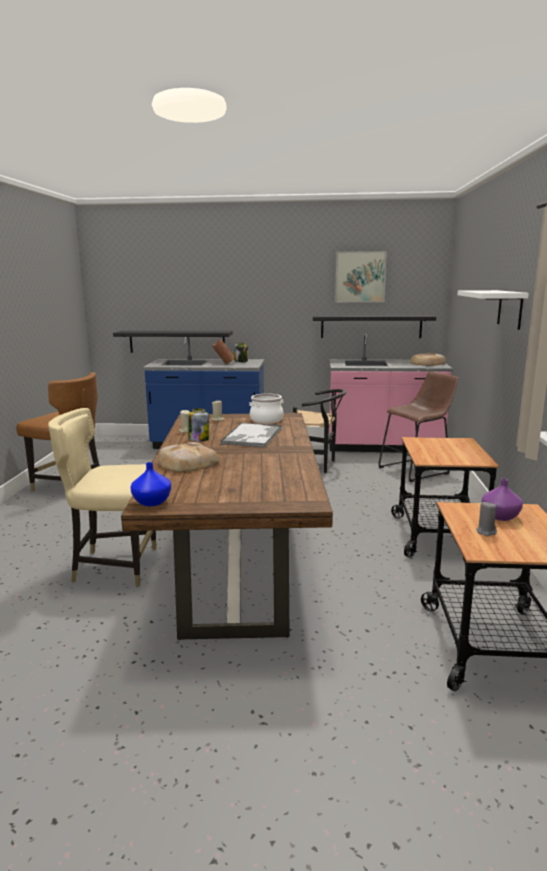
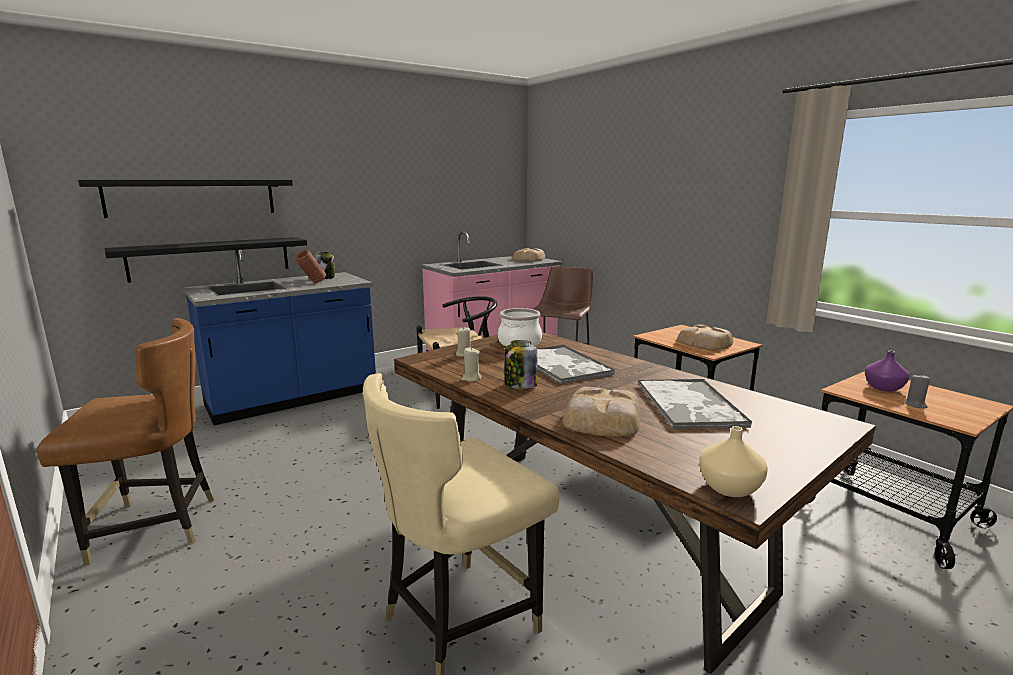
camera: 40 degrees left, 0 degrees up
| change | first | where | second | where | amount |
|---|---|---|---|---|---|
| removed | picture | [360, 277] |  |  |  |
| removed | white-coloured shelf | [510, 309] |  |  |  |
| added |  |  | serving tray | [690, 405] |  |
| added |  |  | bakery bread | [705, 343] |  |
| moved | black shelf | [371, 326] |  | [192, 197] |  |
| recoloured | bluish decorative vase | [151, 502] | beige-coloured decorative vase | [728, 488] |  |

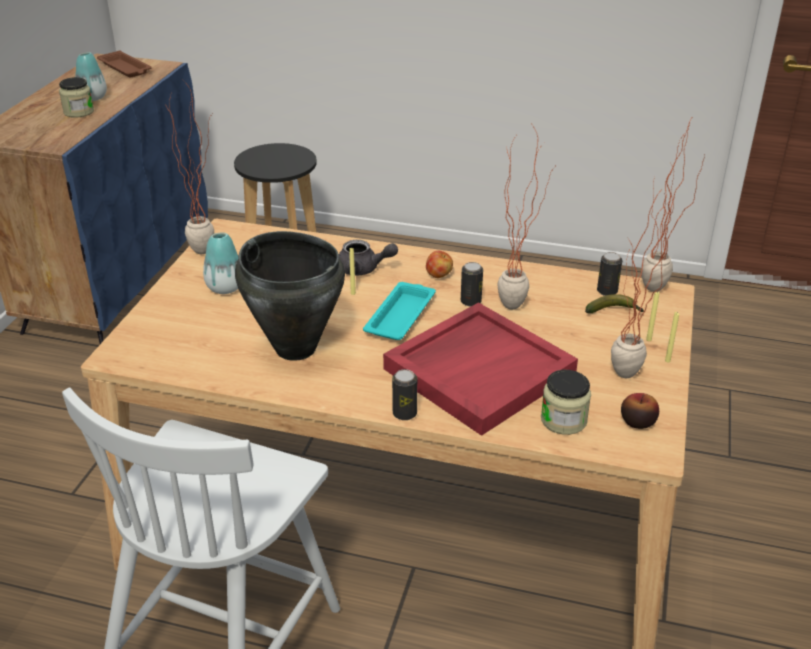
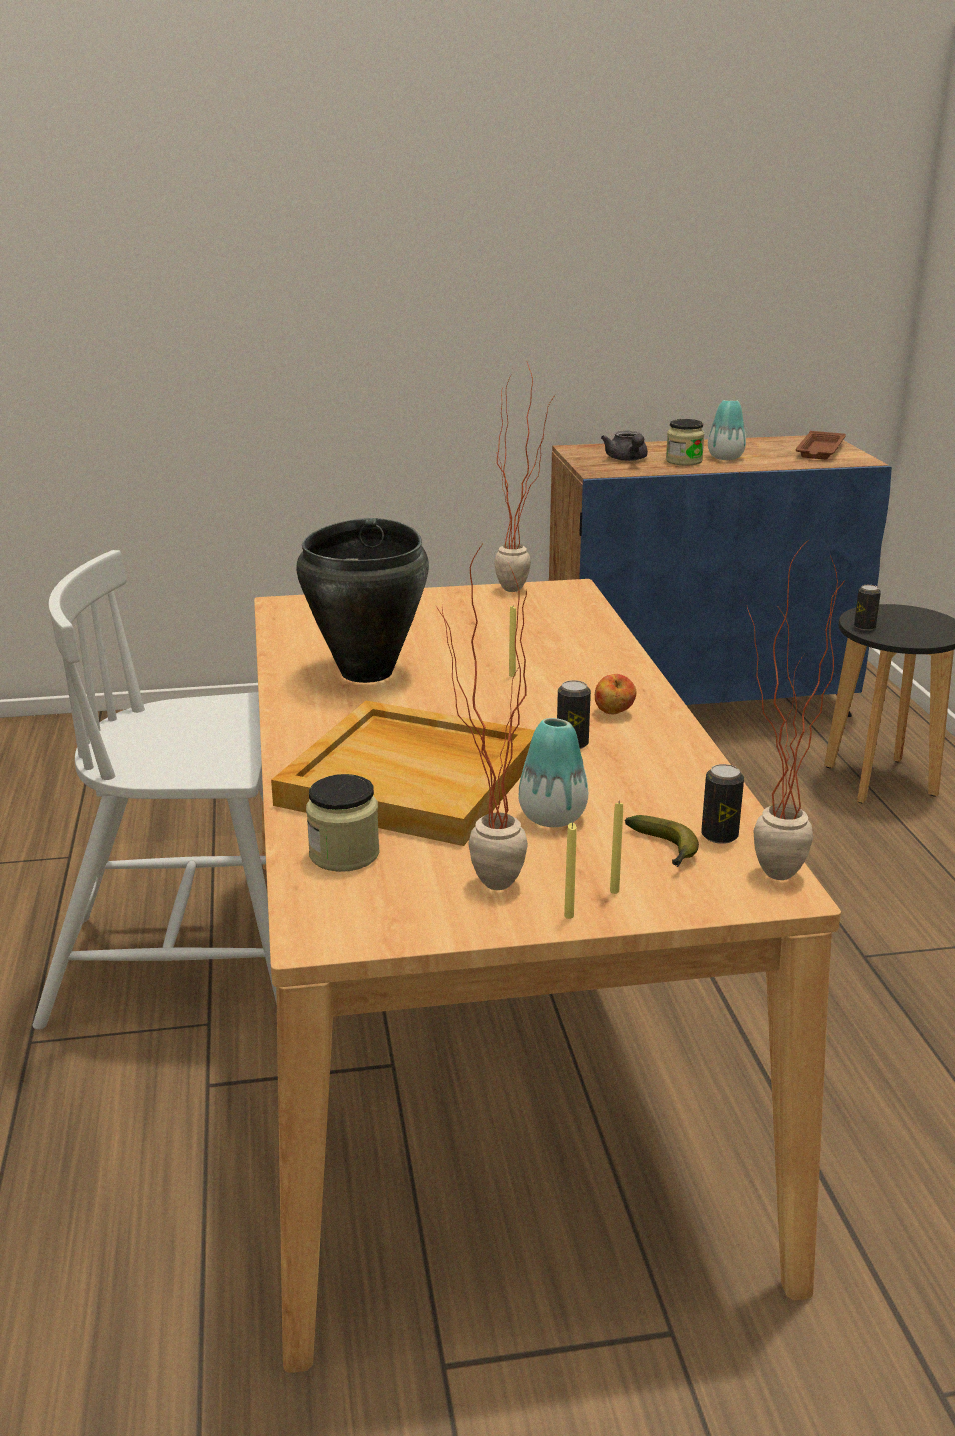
camera: 65 degrees right, 10 degrees down
| change | first | where | second | where | amount |
|---|---|---|---|---|---|
| removed | turquoise-coloured serving tray | [401, 315] |  |  |  |
| removed | houseplant | [520, 303] |  |  |  |
| removed | apple | [637, 422] |  |  |  |
| moved | decorative vase | [225, 288] |  | [552, 817] |  |
| moved | gray pot for tea | [363, 269] |  | [627, 459] |  |
| moved | metal can | [404, 413] |  | [864, 627] |  |
| recoloured | red serving tray | [479, 370] | beige-coloured serving tray | [413, 779] |  |

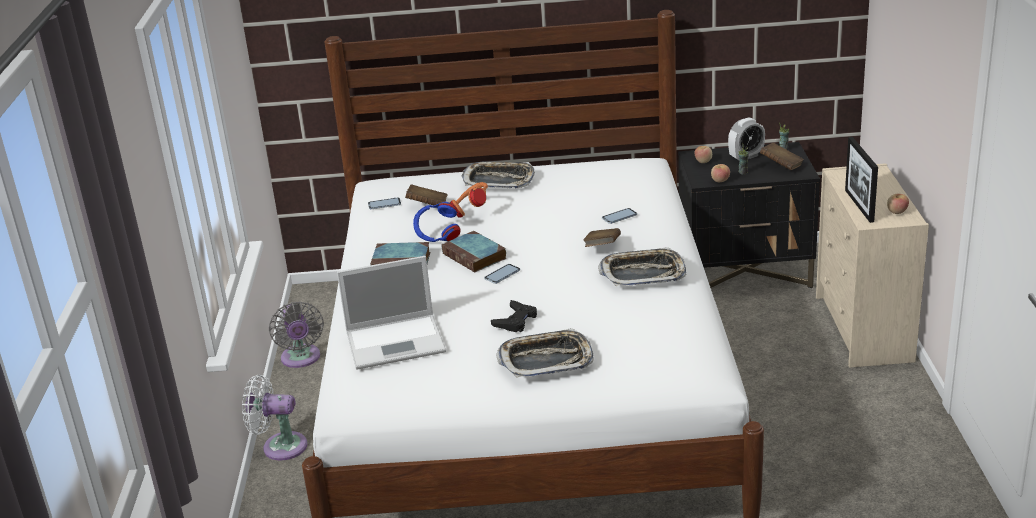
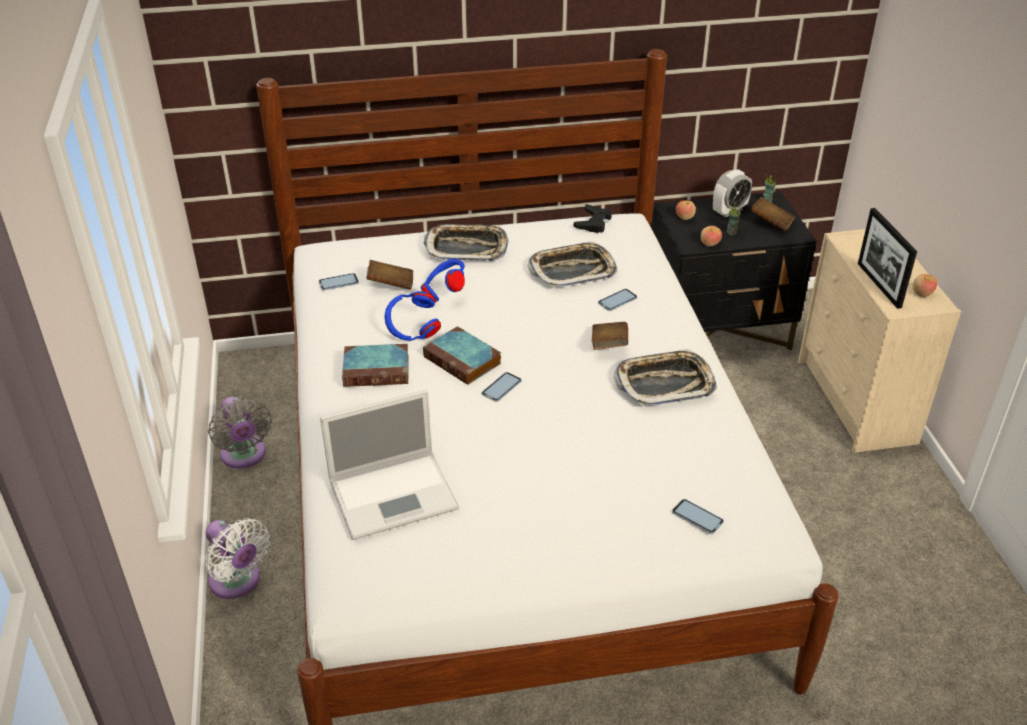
camera: 10 degrees left, 10 degrees up
| change | first | where | second | where | amount |
|---|---|---|---|---|---|
| added |  |  | telephone | [697, 517] |  |
| moved | black game controller | [516, 321] |  | [593, 223] |  |
| moved | serving tray | [546, 360] |  | [572, 270] |  |
| recoloured | orange headset | [471, 211] | bluish headset | [444, 293] |  |
| turned | white-coloured electric fan | [280, 446] |  | [238, 582] | 135 degrees counterclockwise |

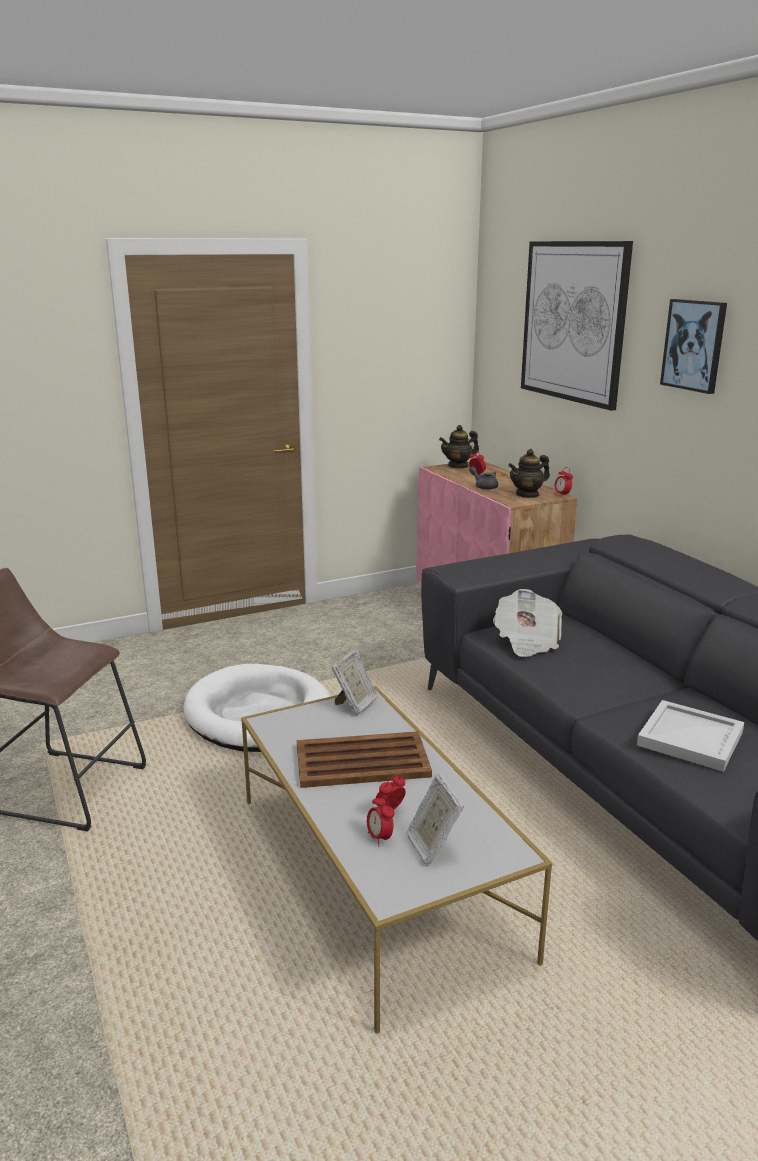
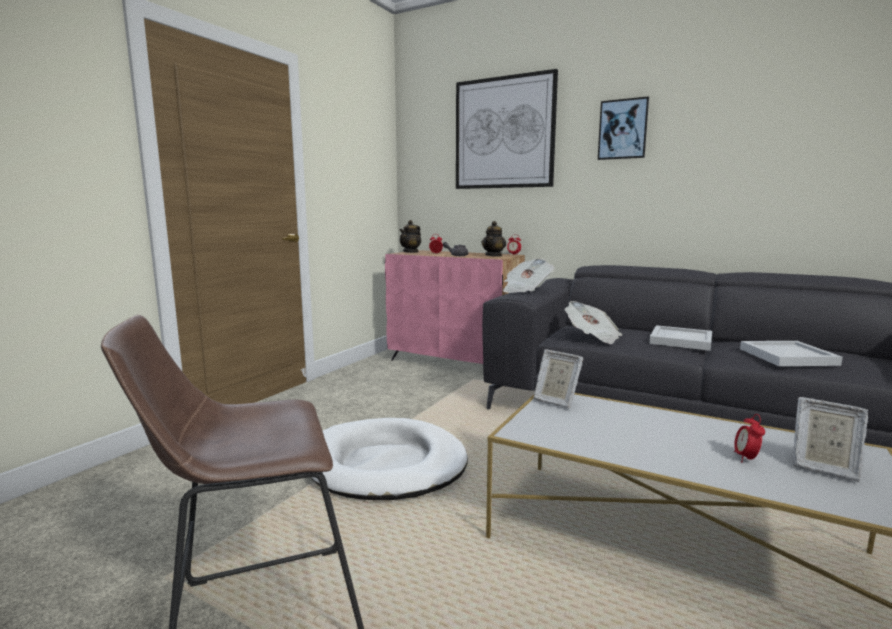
camera: 35 degrees left, 10 degrees down
| change | first | where | second | where | amount |
|---|---|---|---|---|---|
| removed | brown serving tray | [360, 761] |  |  |  |
| removed | table clock | [380, 838] |  |  |  |
| added |  |  | daily paper | [526, 290] |  |
| added |  |  | white-coloured serving tray | [682, 340] |  |
| turned | picture frame | [355, 704] |  | [555, 401] | 135 degrees clockwise |

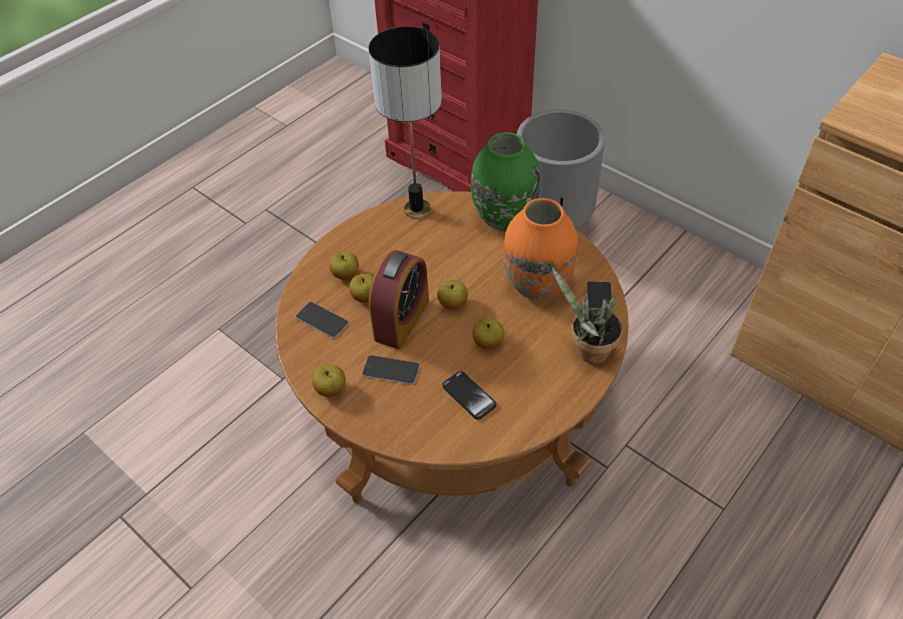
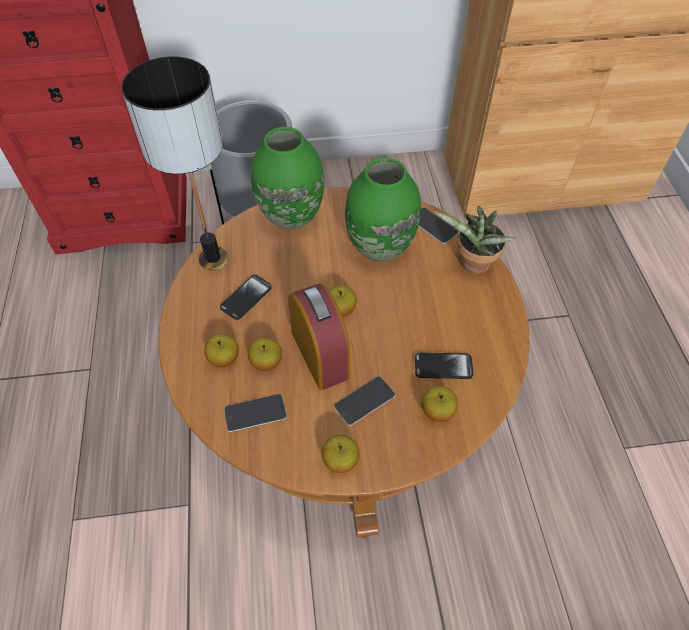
camera: 50 degrees left, 5 degrees up
| change | first | where | second | where | amount |
|---|---|---|---|---|---|
| added |  |  | telephone | [246, 298] |  |
| moved | apple | [488, 342] |  | [437, 411] |  |
| recoloured | orange decorative vase | [536, 285] | greenish decorative vase | [379, 247] |  |

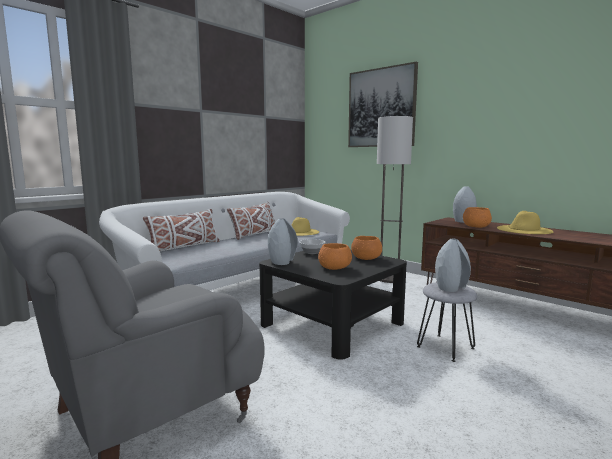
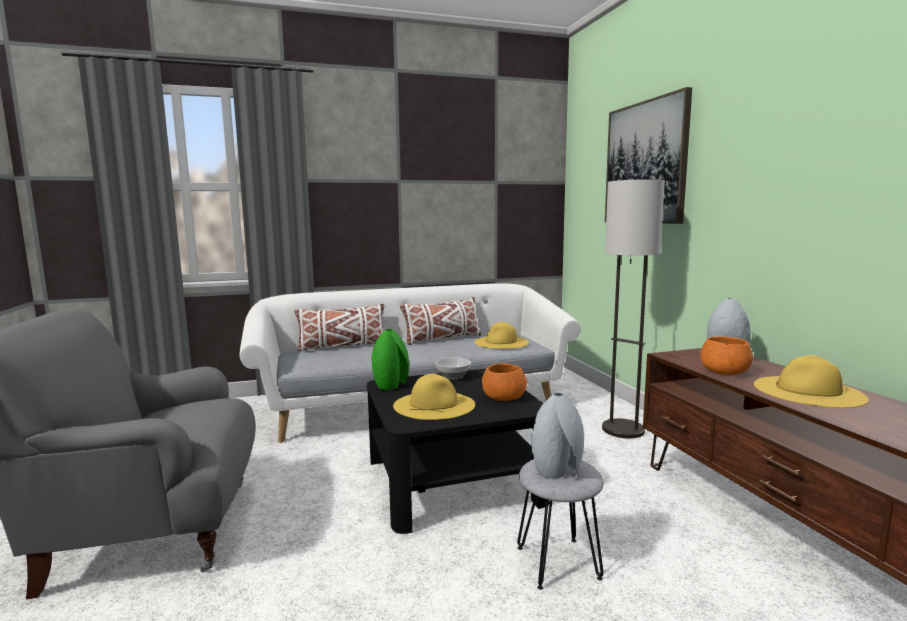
camera: 30 degrees right, 0 degrees up
| change | first | where | second | where | amount |
|---|---|---|---|---|---|
| replaced | orange serving bowl | [334, 267] | yellow hat | [434, 405] |  |
| recoloured | gray decorative vase | [282, 262] | greenish decorative vase | [391, 385] |  |

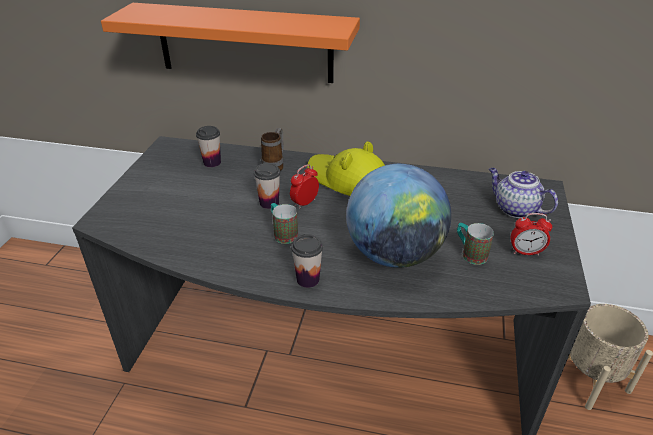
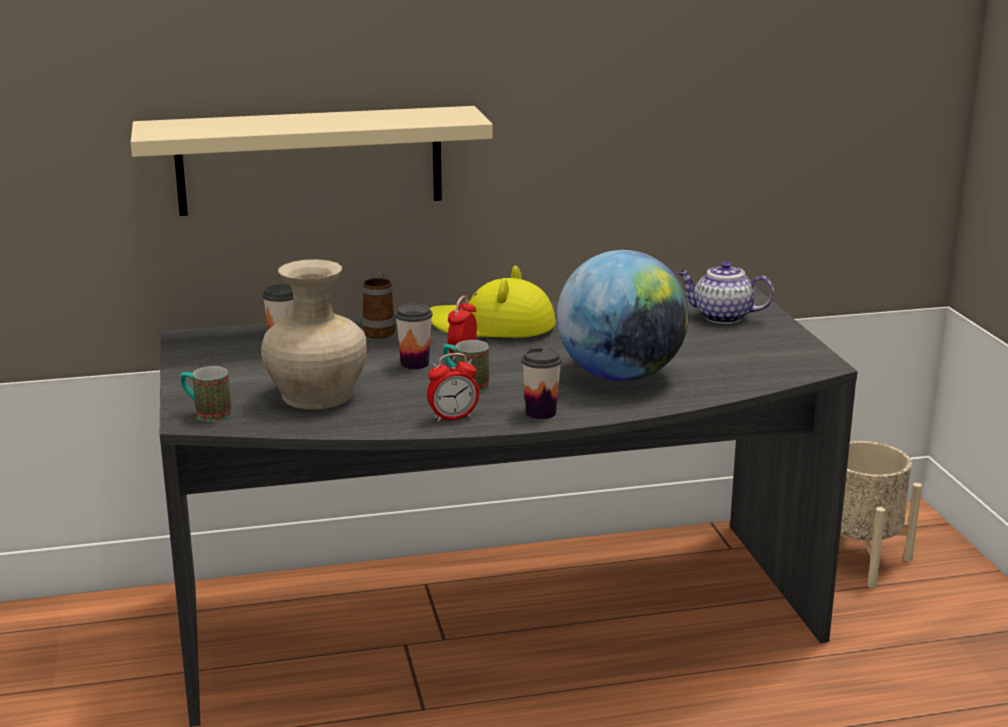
camera: 25 degrees left, 15 degrees down
| change | first | where | second | where | amount |
|---|---|---|---|---|---|
| added |  |  | beige-coloured decorative vase | [318, 395] |  |
| moved | coffee mug | [470, 253] |  | [206, 413] |  |
| moved | table clock | [525, 252] |  | [453, 417] |  |
| recoloured | orange shelf | [245, 43] | beige-coloured shelf | [310, 160] |  |

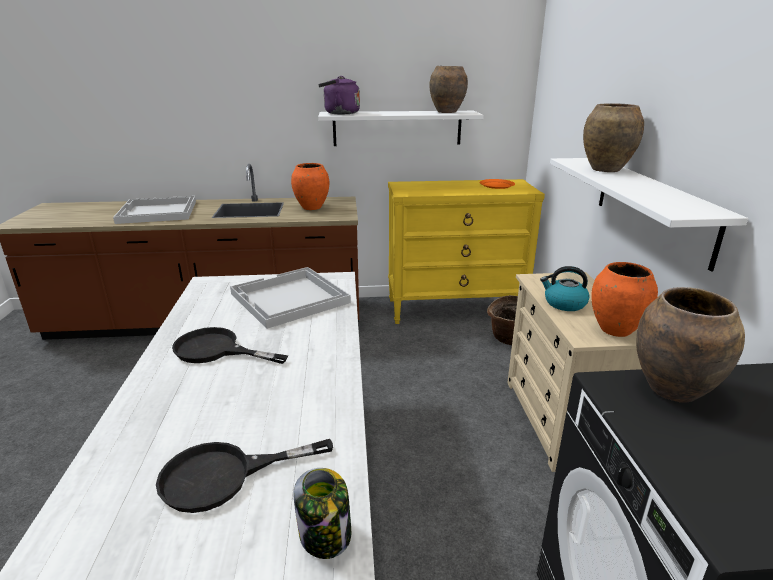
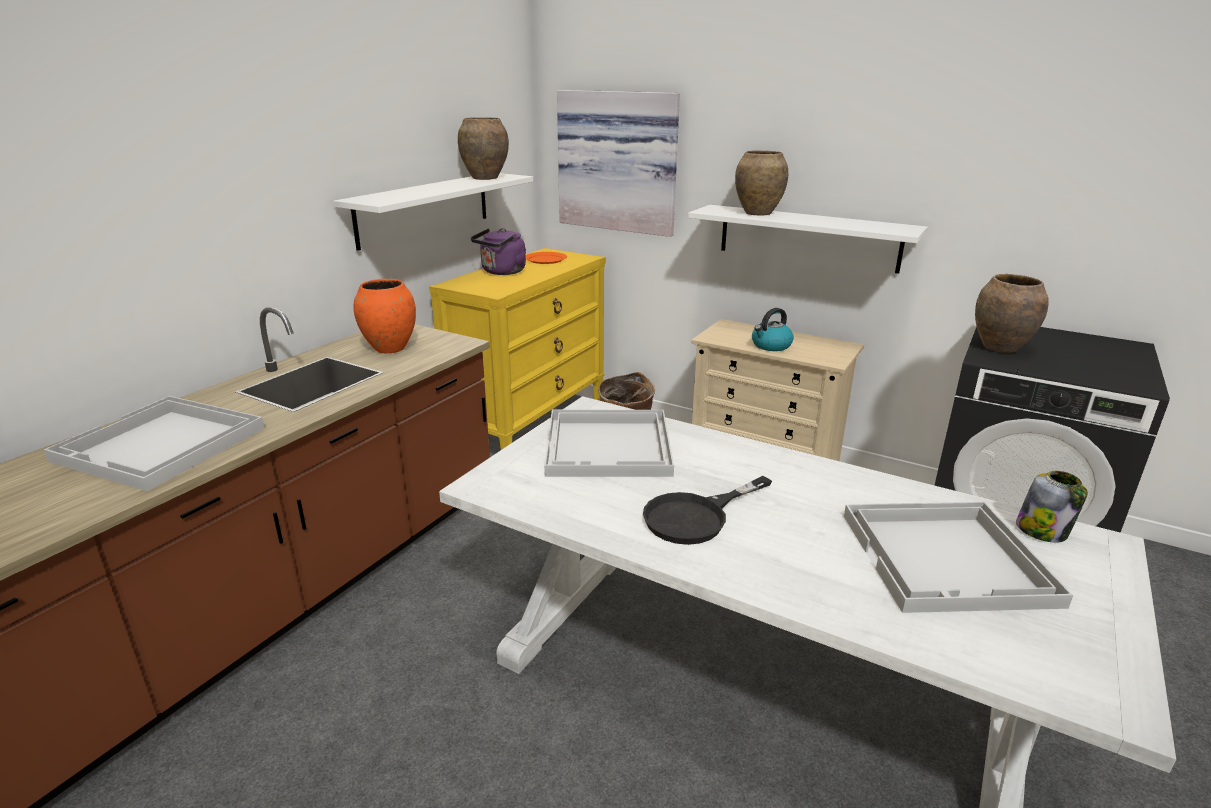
camera: 55 degrees left, 0 degrees up
| change | first | where | second | where | amount |
|---|---|---|---|---|---|
| removed | orange decorative vase | [614, 330] |  |  |  |
| added |  |  | picture | [619, 162] |  |
| moved | purplish water kettle | [339, 113] |  | [502, 272] |  |
| replaced | black skillet | [224, 475] | white-coloured serving tray | [948, 559] |  |

